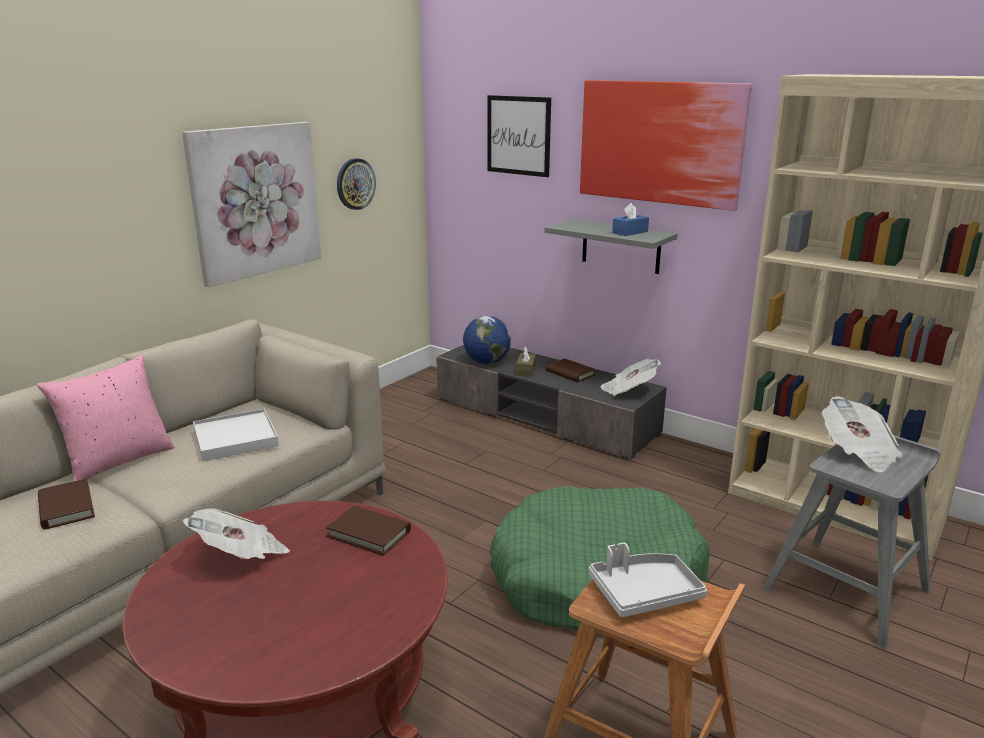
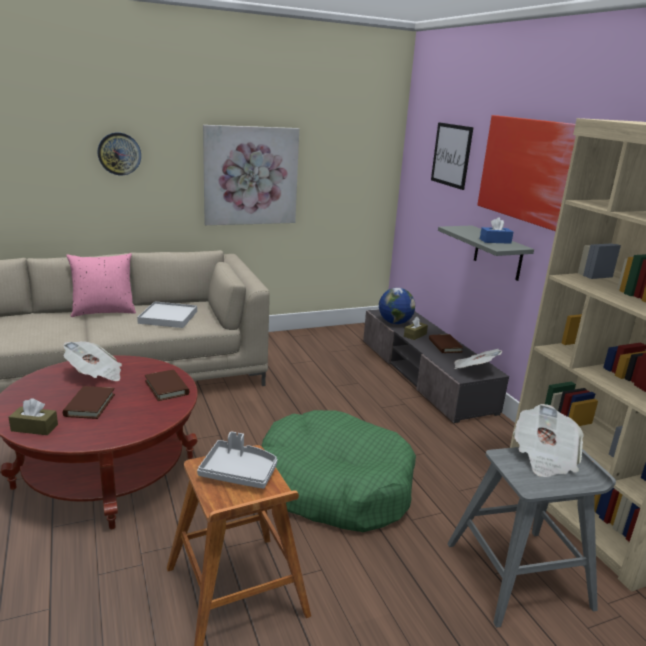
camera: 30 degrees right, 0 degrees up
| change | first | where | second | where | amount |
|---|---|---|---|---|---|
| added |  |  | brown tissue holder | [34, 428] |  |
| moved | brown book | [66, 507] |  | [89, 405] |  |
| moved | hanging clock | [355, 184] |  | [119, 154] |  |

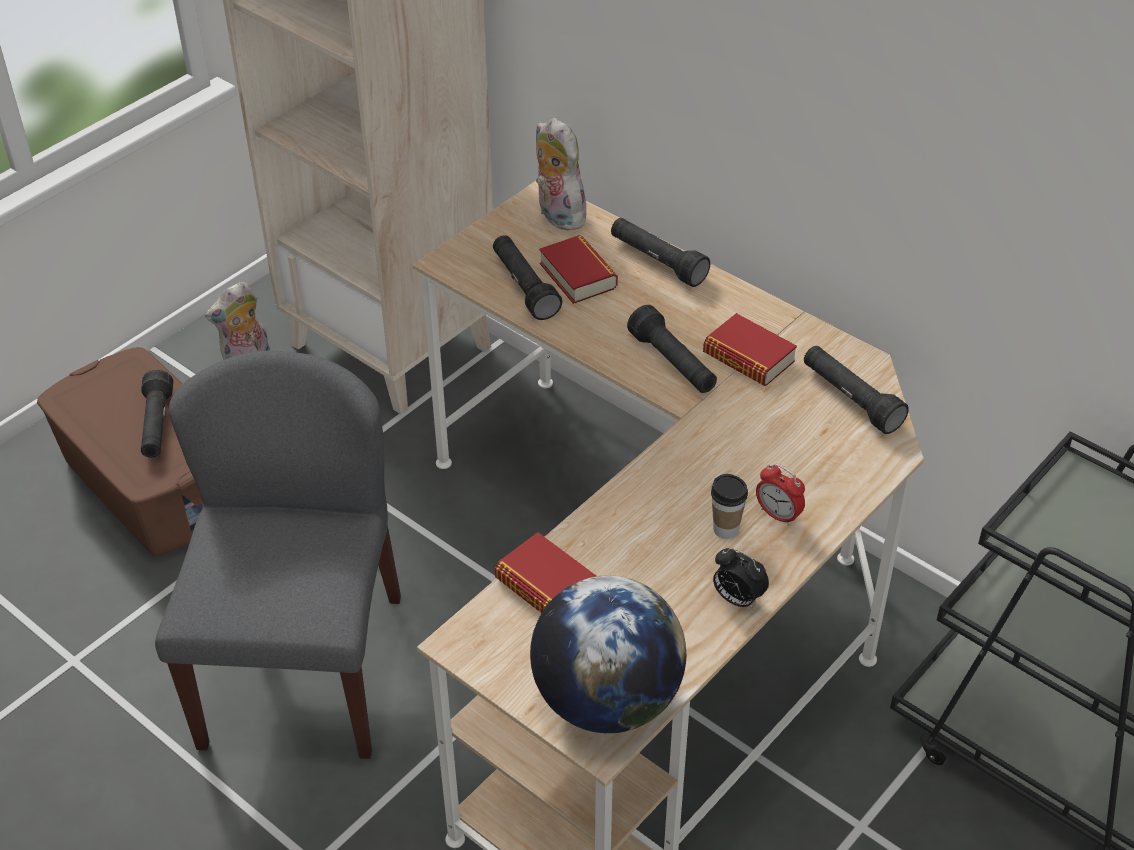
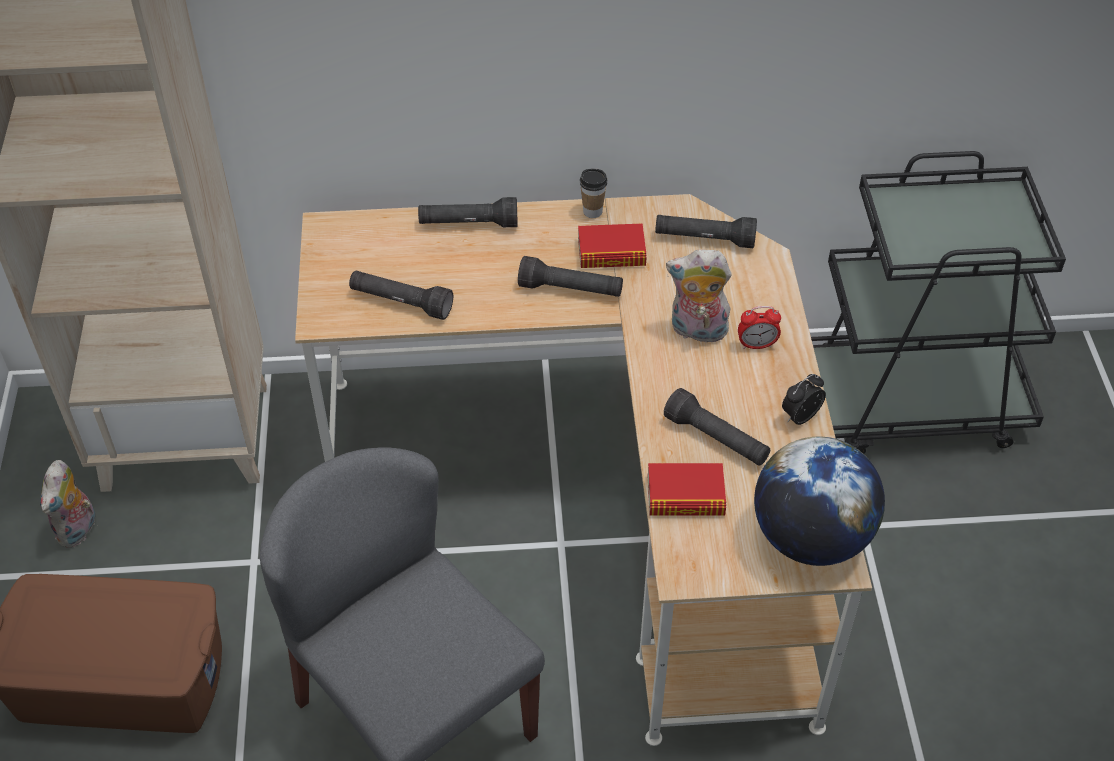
camera: 45 degrees left, 5 degrees up
| change | first | where | second | where | amount |
|---|---|---|---|---|---|
| removed | book | [578, 276] |  |  |  |
| moved | black torch | [157, 426] |  | [716, 439] |  |
| moved | plush toy | [557, 215] |  | [696, 331] |  |
| moved | cup | [726, 529] |  | [592, 211] |  |
| turned | table clock | [737, 599] |  | [800, 416] | 150 degrees clockwise |

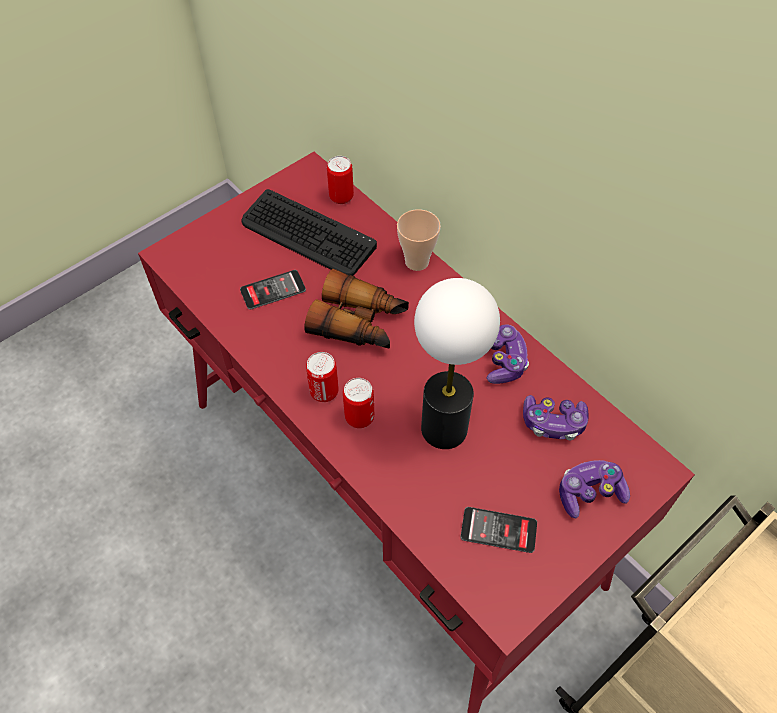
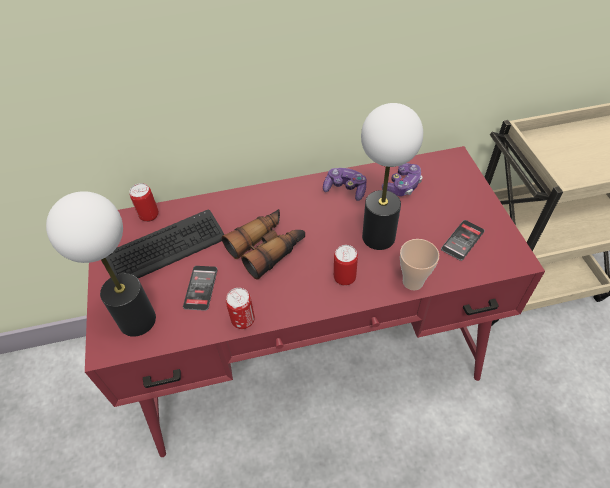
camera: 60 degrees left, 5 degrees down
| change | first | where | second | where | amount |
|---|---|---|---|---|---|
| removed | game controller | [589, 493] |  |  |  |
| added |  |  | table lamp | [138, 320] |  |
| moved | metal can | [324, 392] |  | [243, 320] |  |
| moved | cup | [417, 261] |  | [413, 282] |  |

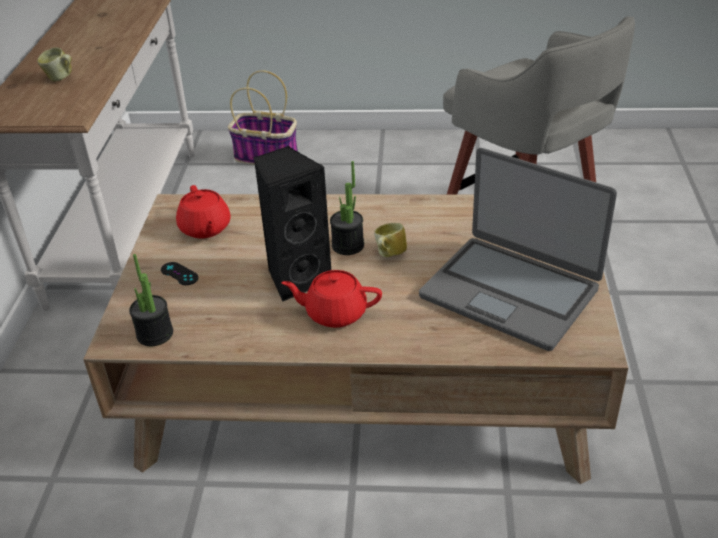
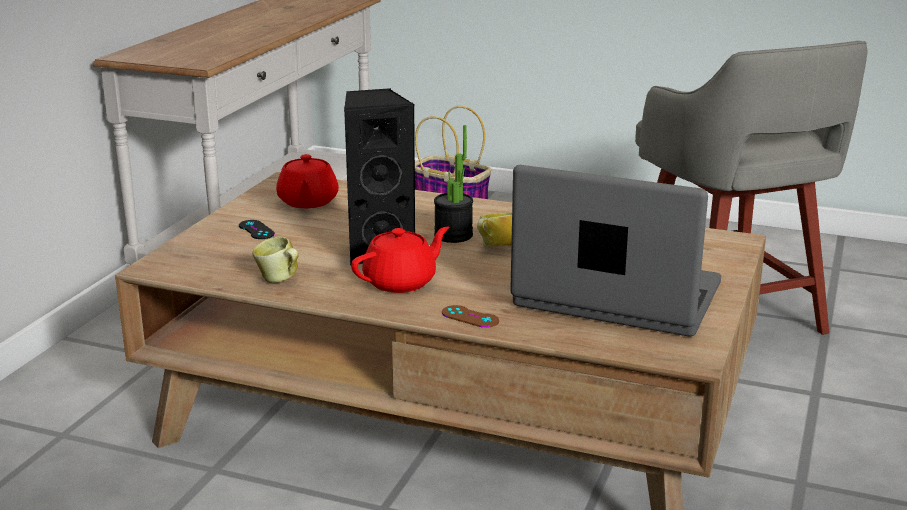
camera: 15 degrees right, 15 degrees down
| change | first | where | second | where | amount |
|---|---|---|---|---|---|
| removed | houseplant | [155, 334] |  |  |  |
| added |  |  | brown game controller | [470, 317] |  |
| moved | coffee mug | [61, 79] |  | [279, 281] |  |
| turned | red pot for tea | [335, 313] |  | [401, 282] | 120 degrees clockwise |
| turned | laptop | [510, 292] |  | [616, 297] | 150 degrees clockwise |

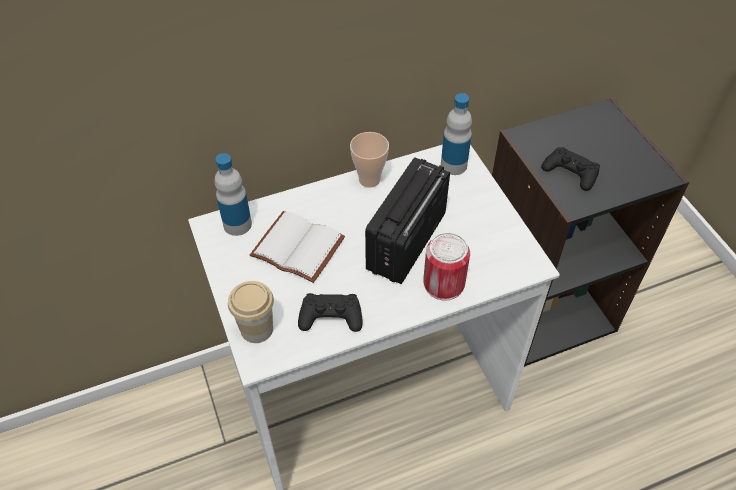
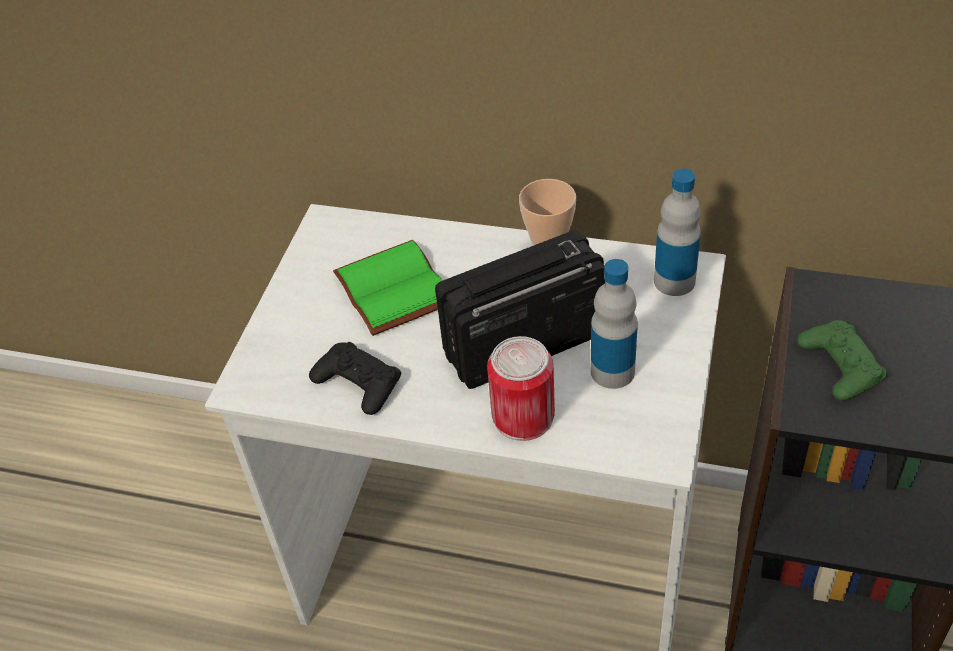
camera: 40 degrees right, 5 degrees down
| change | first | where | second | where | amount |
|---|---|---|---|---|---|
| removed | cup | [257, 329] |  |  |  |
| moved | drink bottle | [237, 224] |  | [612, 371] |  |
| recoloured | white-coloured book | [295, 249] | greenish book | [390, 289] |  |
| recoloured | black game controller | [570, 172] | greenish game controller | [840, 366] |  |

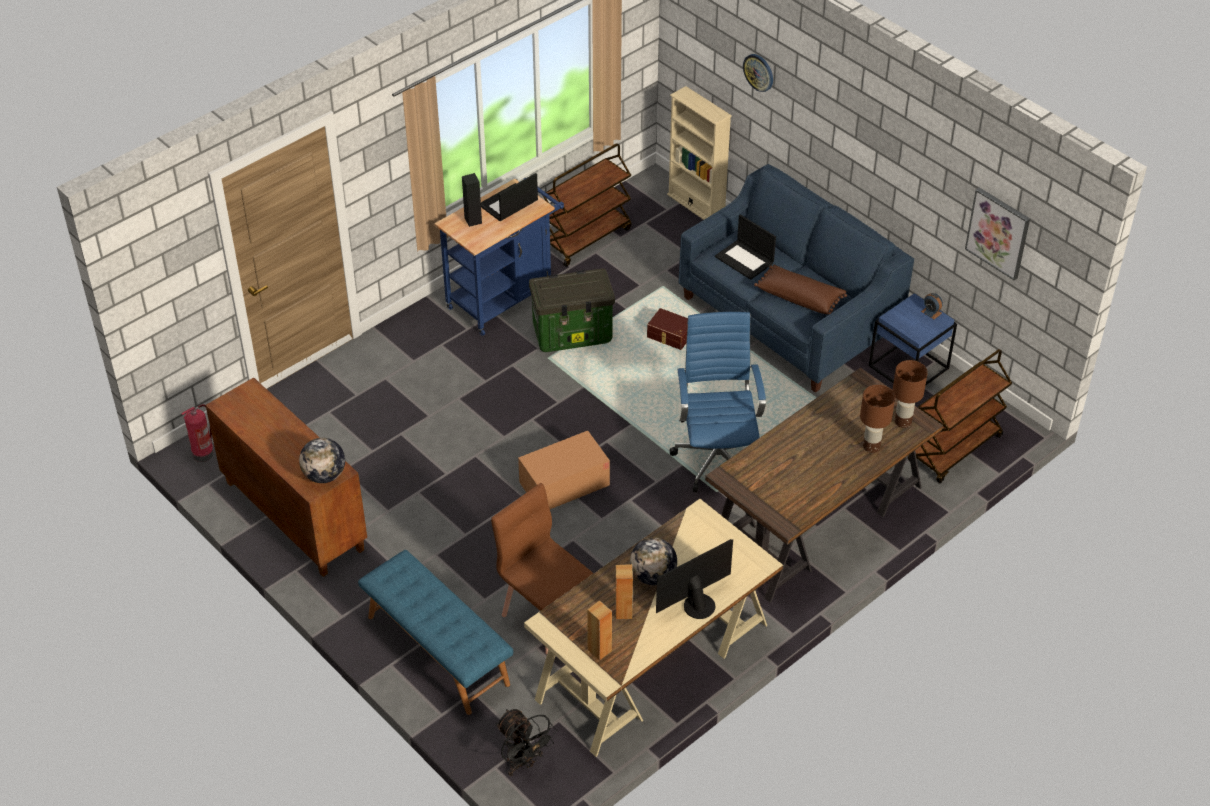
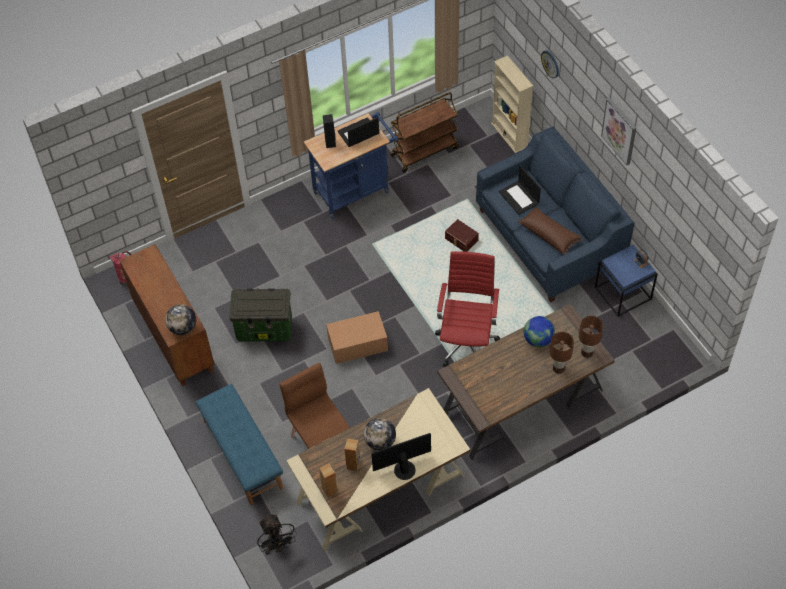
camera: 15 degrees right, 10 degrees up
| change | first | where | second | where | amount |
|---|---|---|---|---|---|
| removed | brown wheeled cart | [955, 450] |  |  |  |
| added |  |  | globe | [538, 339] |  |
| moved | storage bin | [573, 334] |  | [265, 328] |  |
| moved | picture | [998, 233] |  | [619, 131] |  |
| recoloured | bluish office chair | [717, 457] | red office chair | [467, 342] |  |

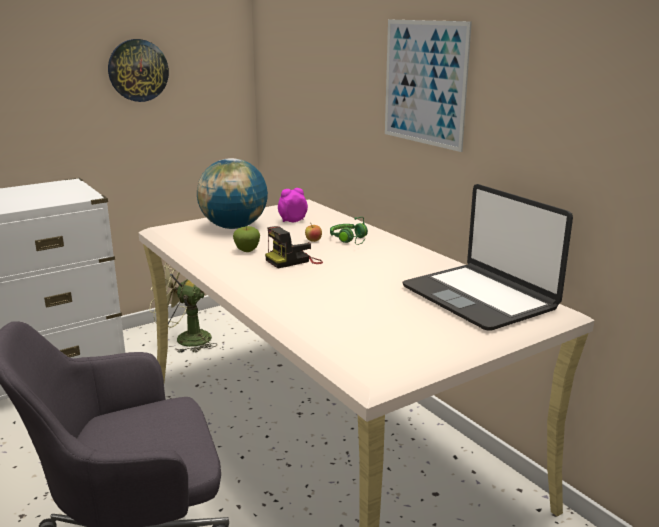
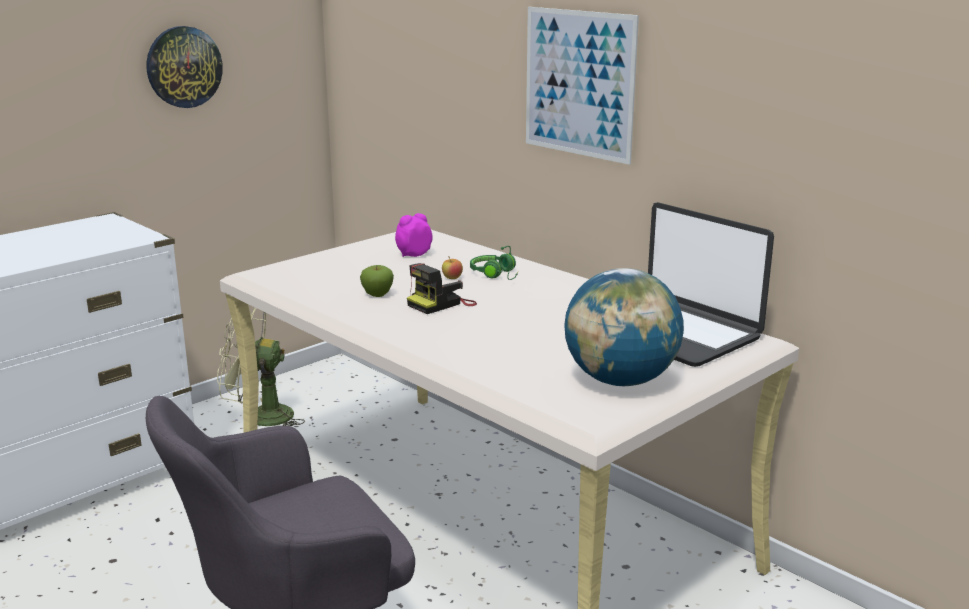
camera: 10 degrees left, 0 degrees up
| change | first | where | second | where | amount |
|---|---|---|---|---|---|
| moved | globe | [234, 227] |  | [620, 380] |  |

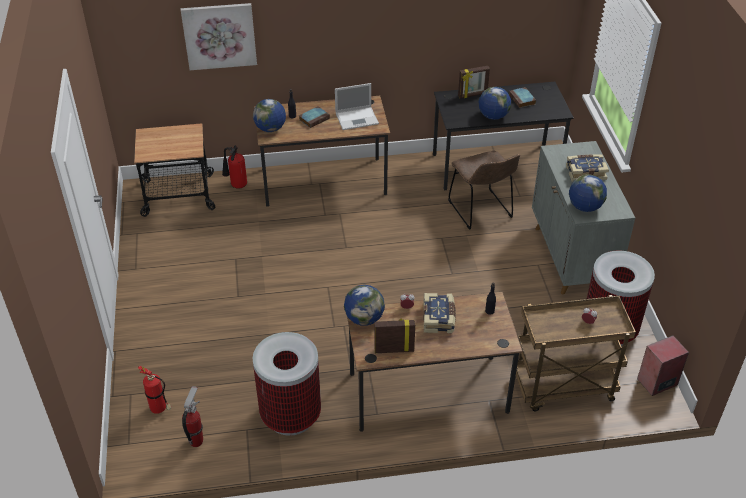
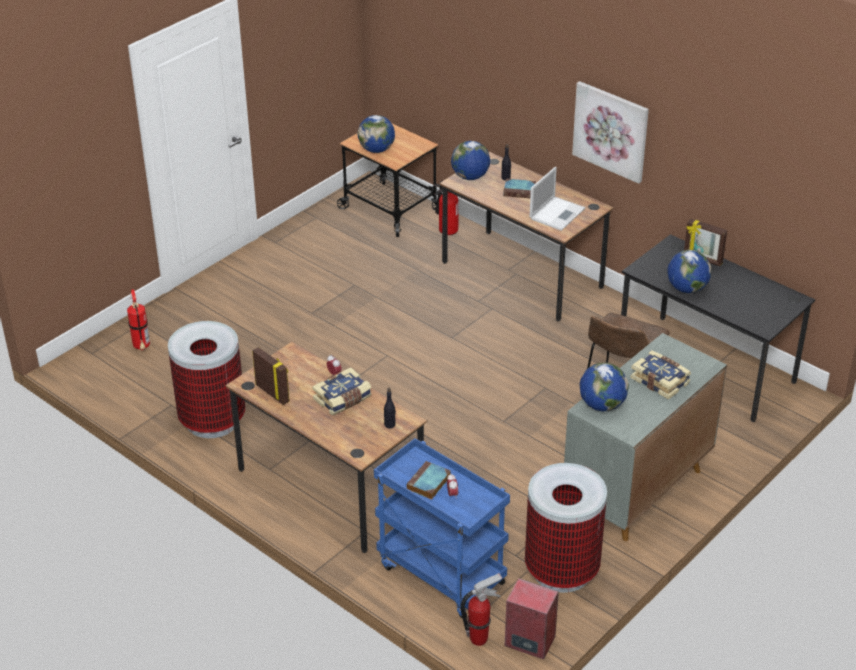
camera: 50 degrees right, 5 degrees down
| change | first | where | second | where | amount |
|---|---|---|---|---|---|
| moved | picture | [219, 35] |  | [611, 131] |  |
| moved | fire extinguisher | [196, 441] |  | [479, 639] |  |
| moved | globe | [364, 318] |  | [376, 150] |  |
| moved | book | [522, 100] |  | [428, 483] |  |
| recoloured | brown wheeled cart | [563, 388] | bluish wheeled cart | [439, 574] |  |
| turned | laptop | [357, 118] |  | [557, 213] | 90 degrees counterclockwise |

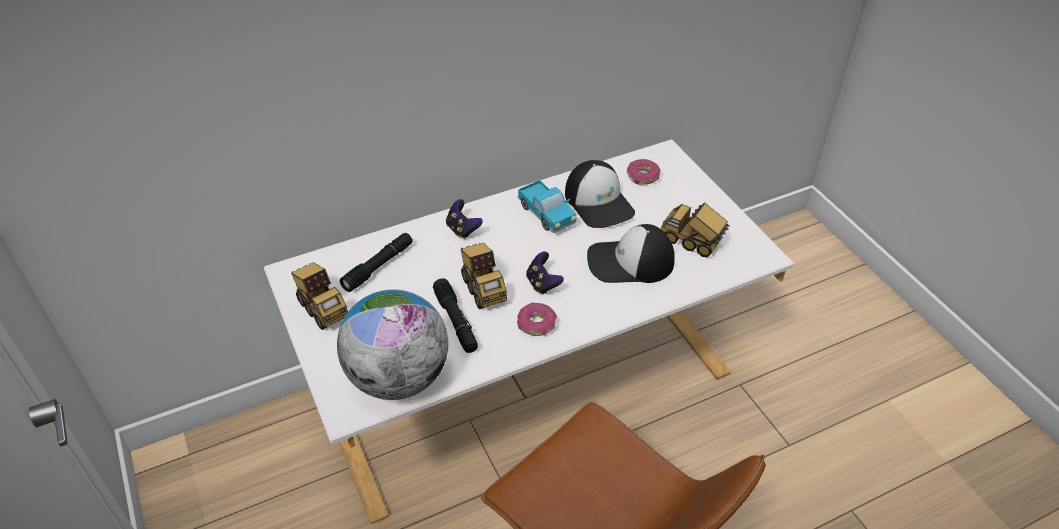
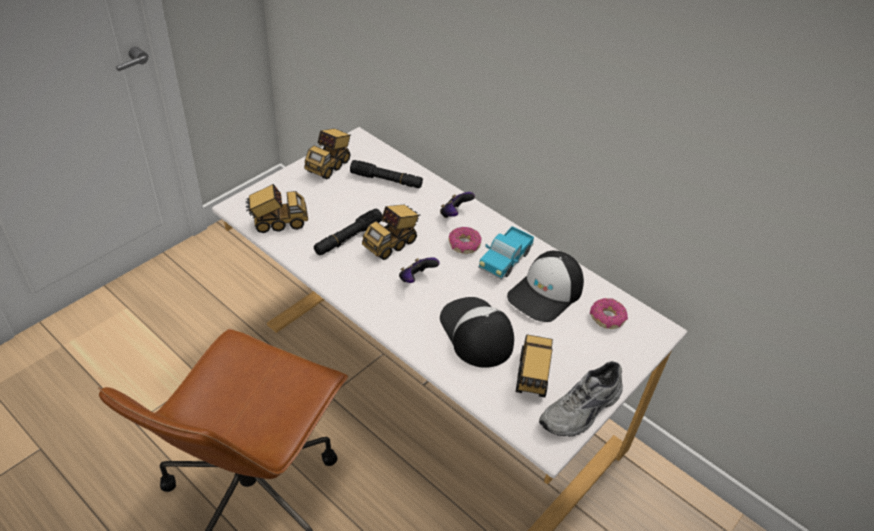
camera: 65 degrees right, 0 degrees up
| change | first | where | second | where | amount |
|---|---|---|---|---|---|
| added |  |  | gray item of footwear | [582, 411] |  |
| moved | ring doughnut | [536, 324] |  | [464, 245] |  |
| replaced | globe | [398, 378] | toy lorry | [278, 223] |  |

